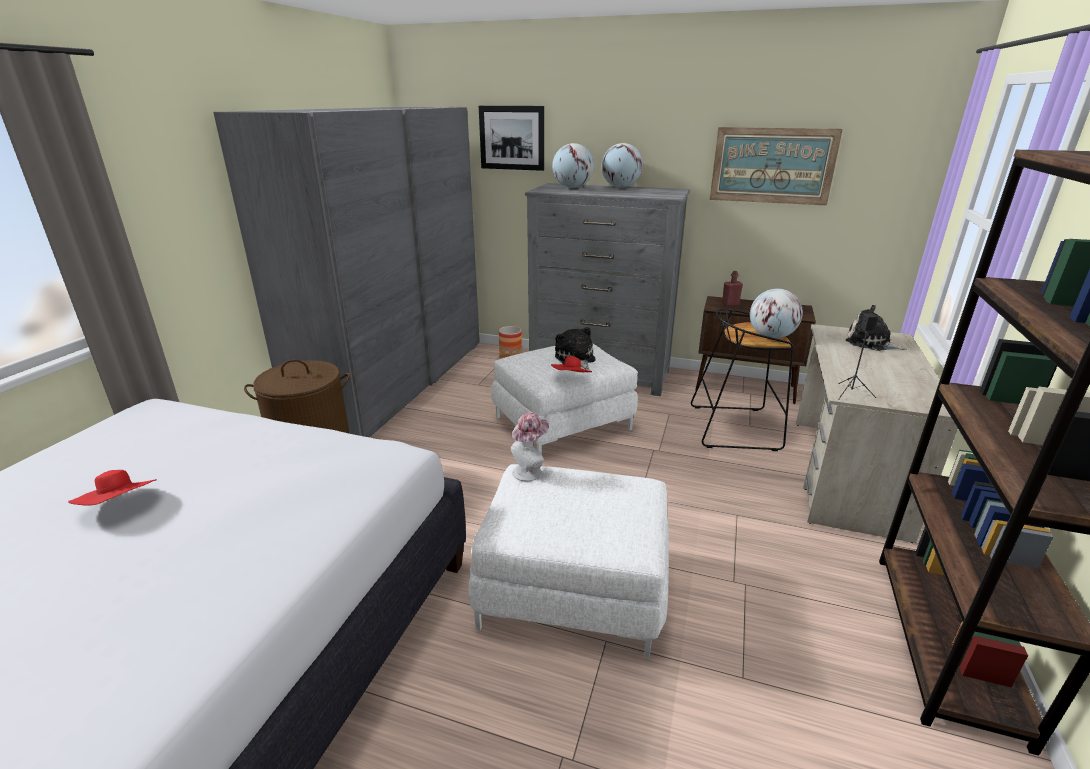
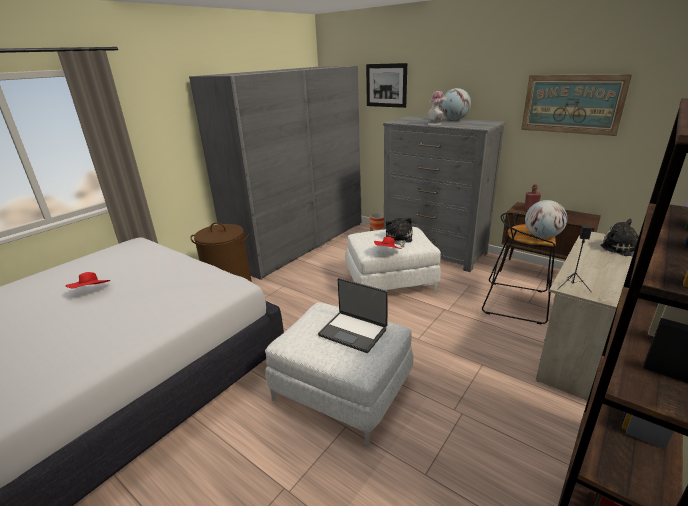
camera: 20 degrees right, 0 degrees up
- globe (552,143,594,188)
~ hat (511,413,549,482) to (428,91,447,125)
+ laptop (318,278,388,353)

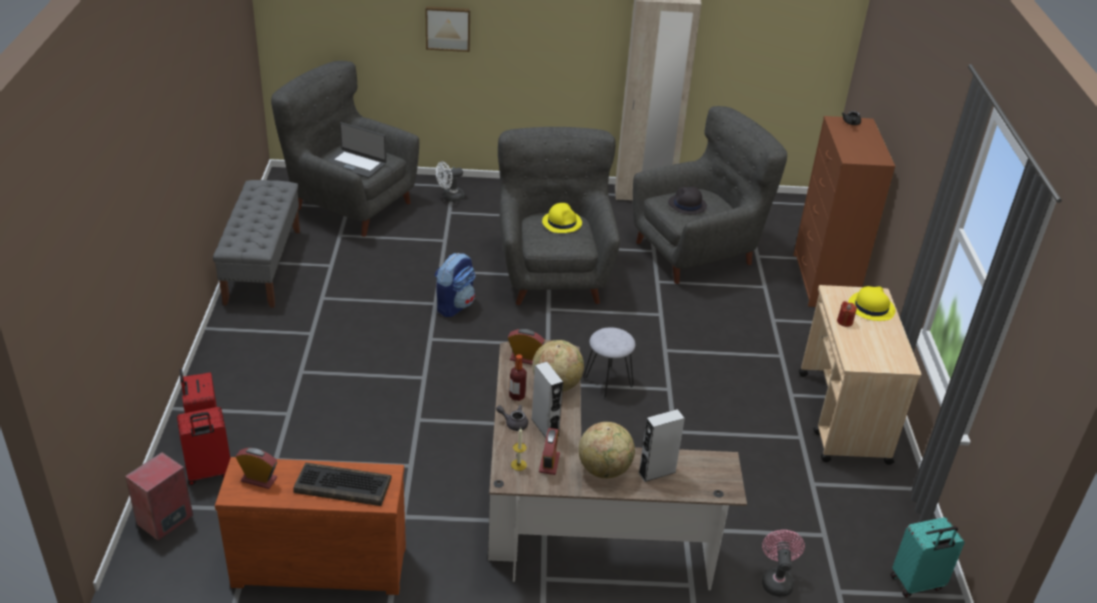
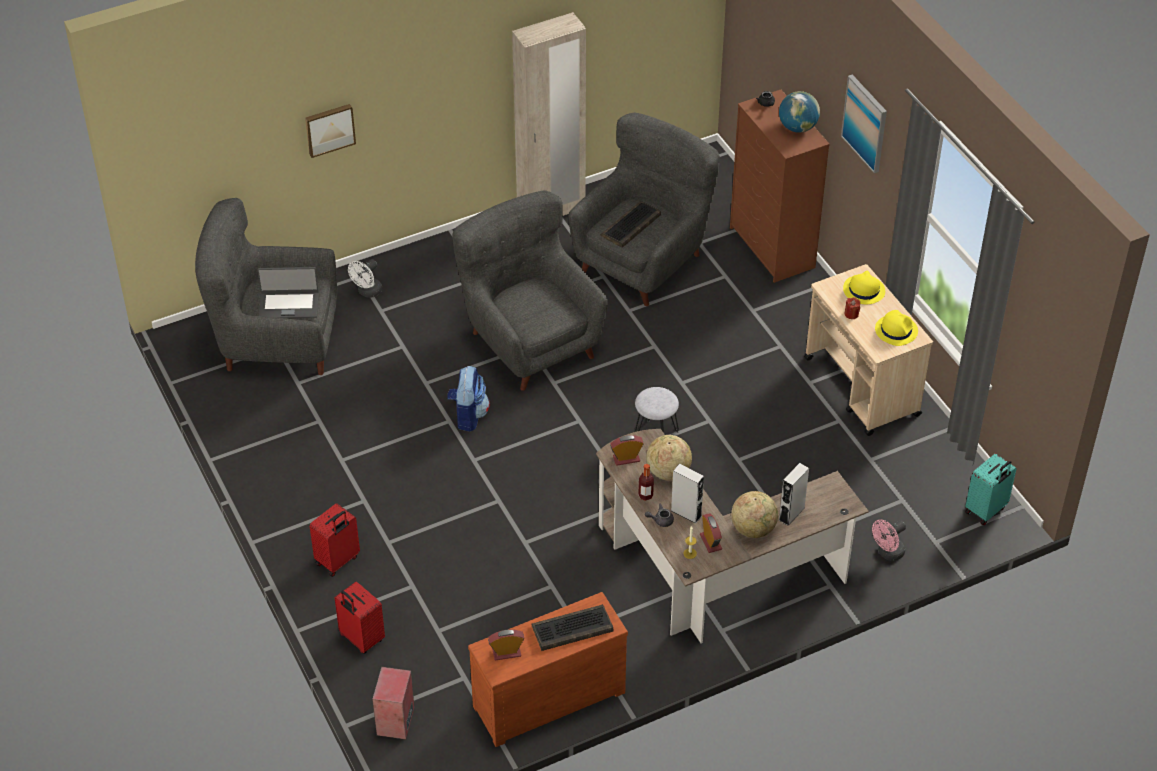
camera: 25 degrees left, 10 degrees up
- grey bench (213,180,300,308)
~ black hat (668,187,707,214) to keyboard (601,201,661,248)
~ yellow hat (542,203,582,233) to (875,310,918,346)
~ red suitcase (177,407,230,485) to (310,503,360,577)
~ pink fan (762,530,805,597) = (872,520,906,561) 105 degrees counterclockwise
+ picture (841,75,887,173)
+ globe (779,91,820,133)

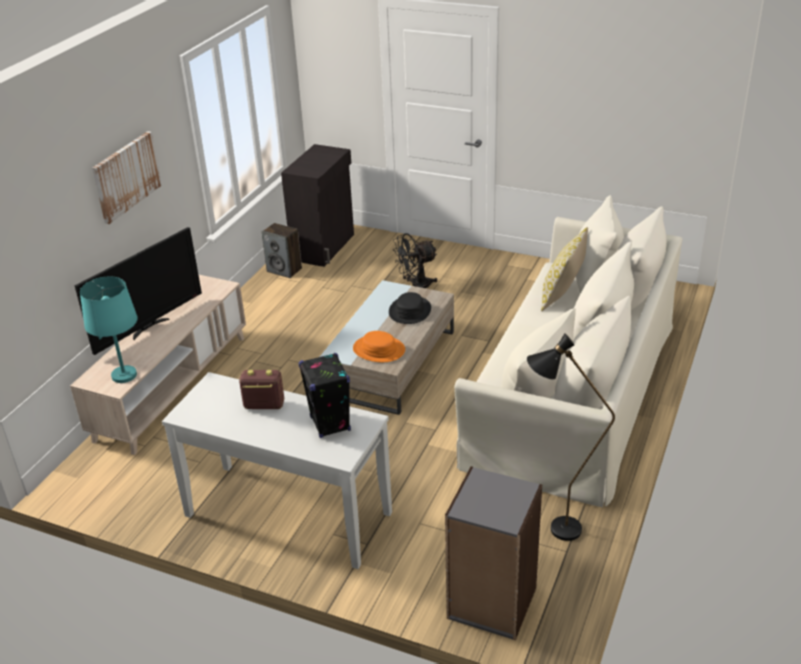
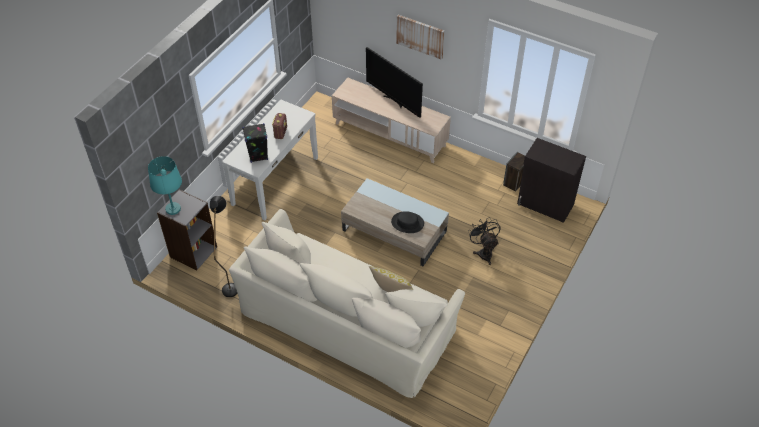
camera: 95 degrees right, 15 degrees up
~ turquoise table lamp (80,276,138,383) to (148,156,182,215)
- orange hat (353,331,405,362)

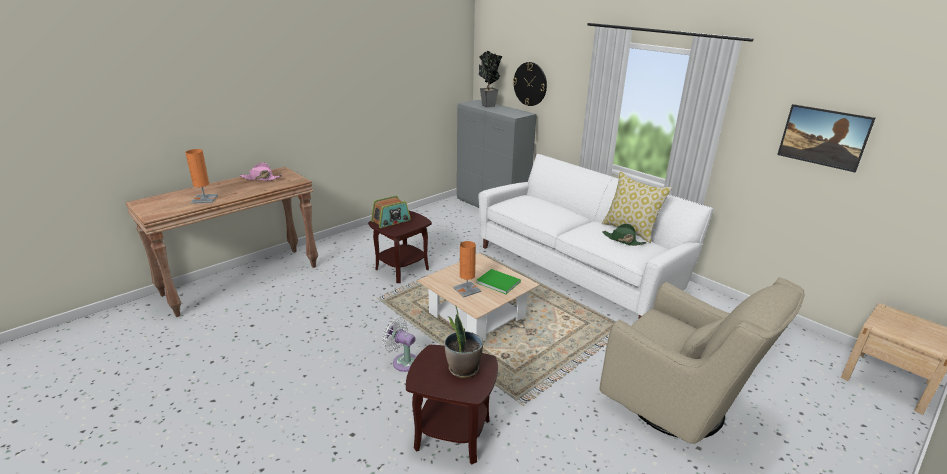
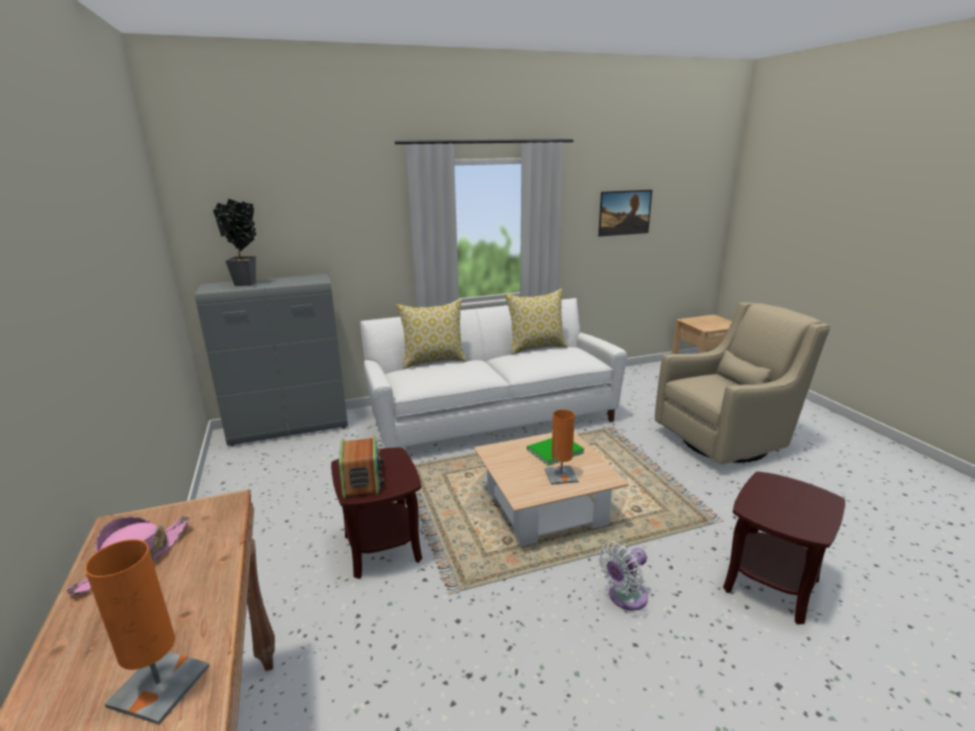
camera: 65 degrees left, 5 degrees down
- wall clock (513,62,547,106)
- green hat (602,224,647,246)
- potted plant (445,305,483,378)
+ pillow (397,299,467,369)

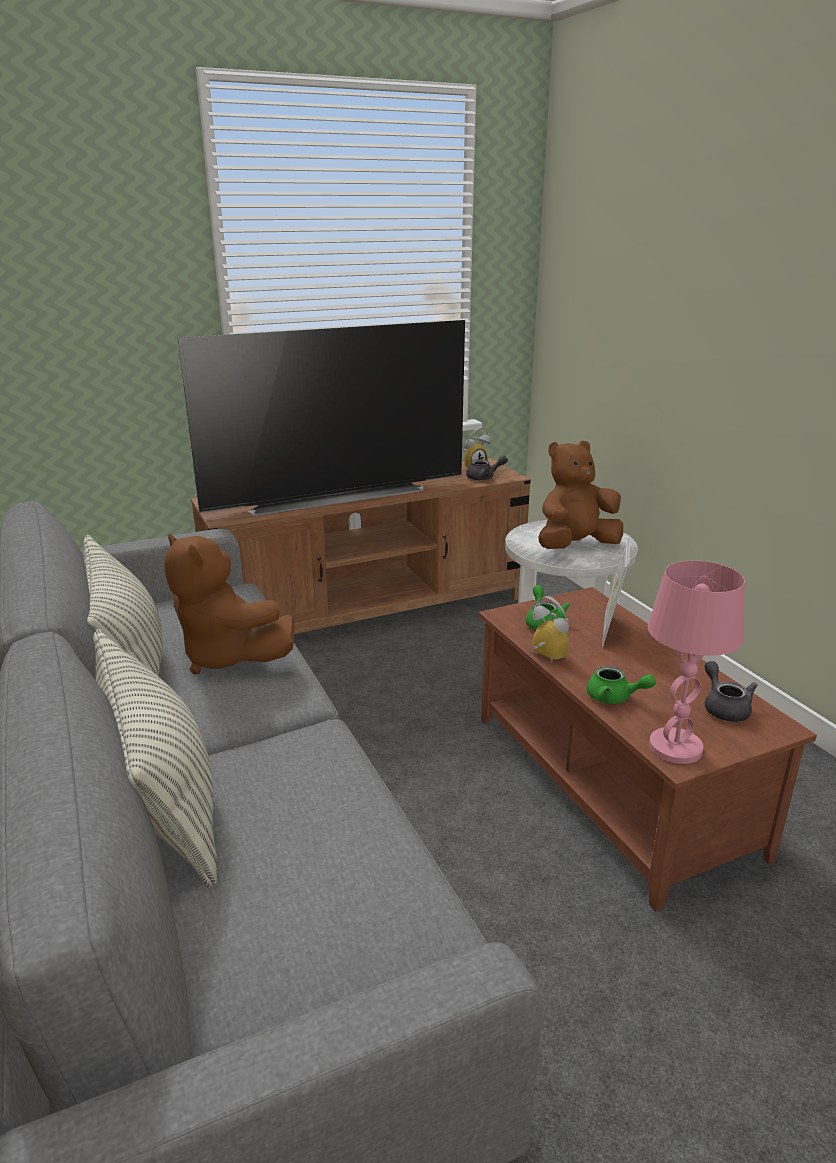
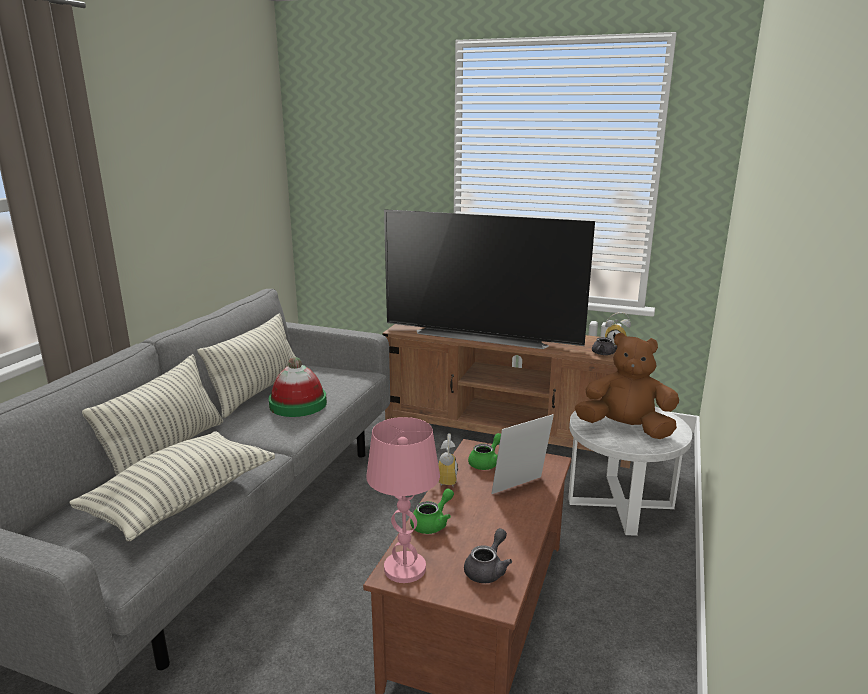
camera: 45 degrees right, 5 degrees down
~ brown plush toy (165,533,295,674) to hat (269,357,327,417)
~ green teapot (586,666,656,704) = (410,488,454,534) 120 degrees counterclockwise
+ pillow (69,431,275,541)

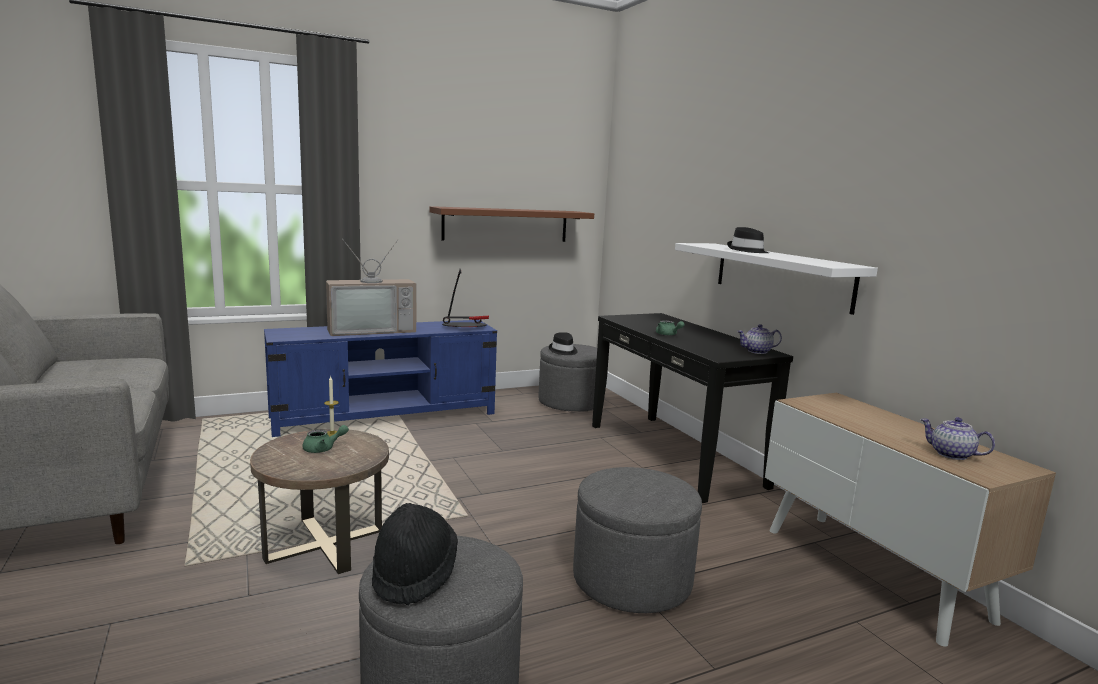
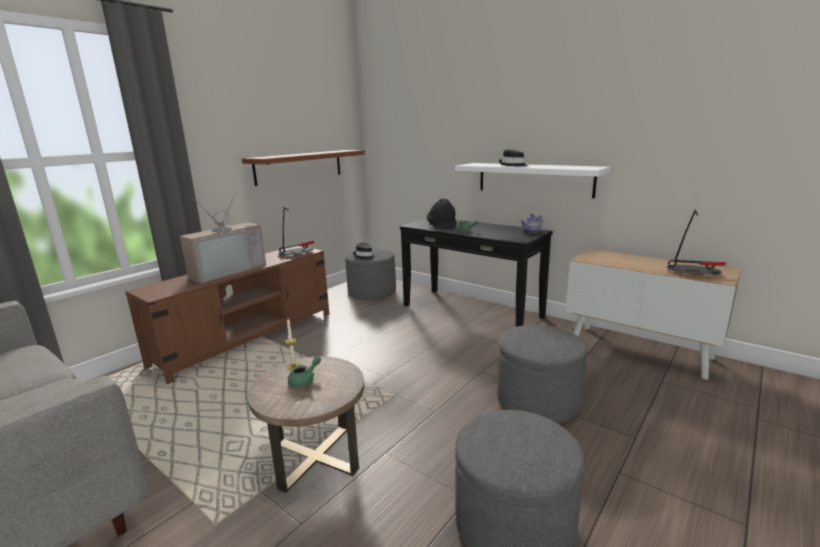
camera: 25 degrees left, 5 degrees up
~ blue tv stand (264,320,497,437) to brown tv stand (125,246,330,385)
~ teapot (920,417,995,460) to table lamp (667,209,726,275)
~ black hat (372,503,458,605) to (427,199,457,229)

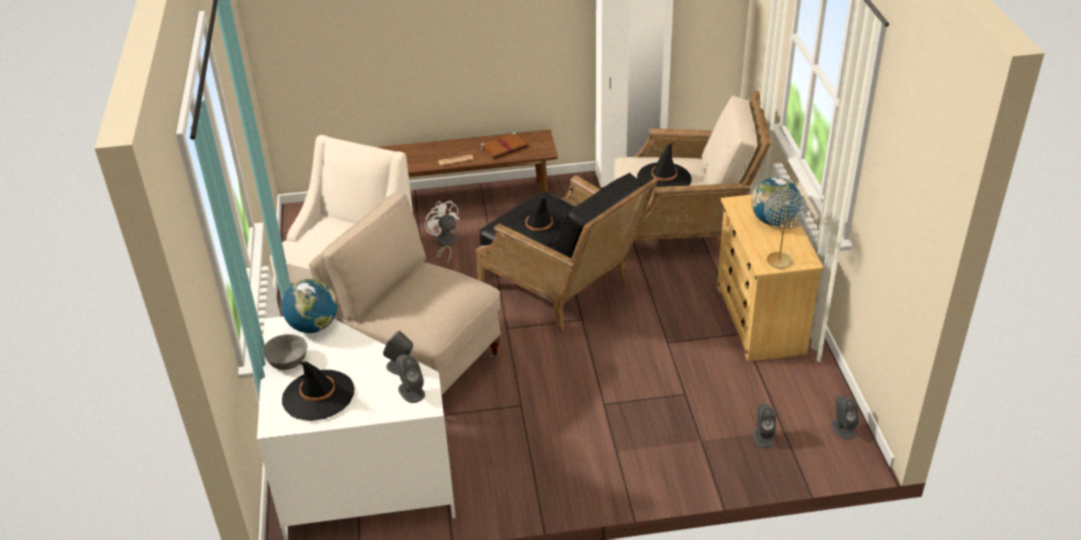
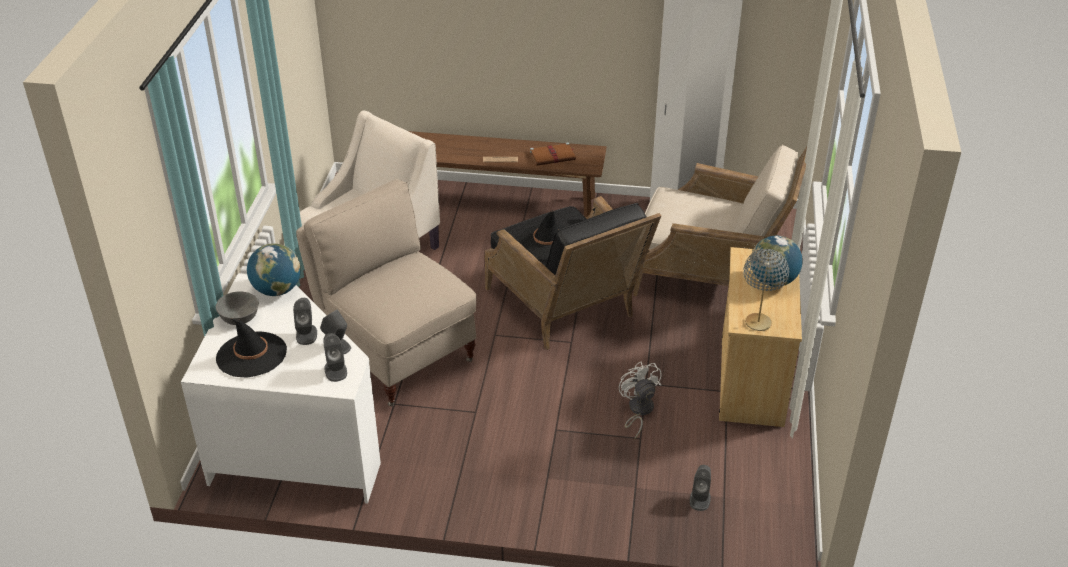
camera: 15 degrees right, 0 degrees up
- black hat (637,142,692,187)
~ white fan (425,200,459,265) to (619,362,662,439)
~ grey speaker (830,396,859,439) to (293,298,317,345)

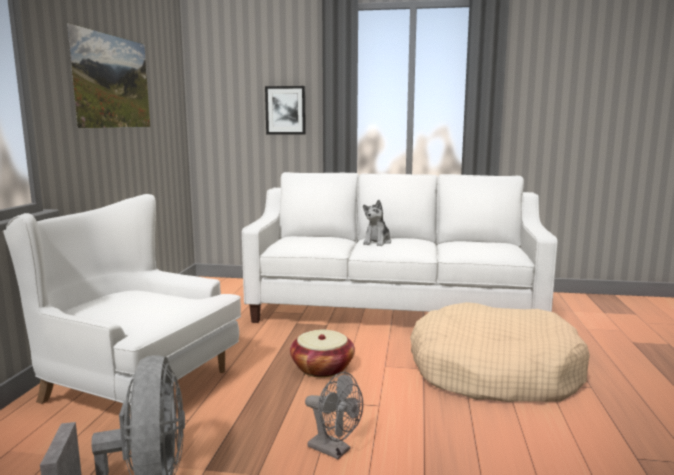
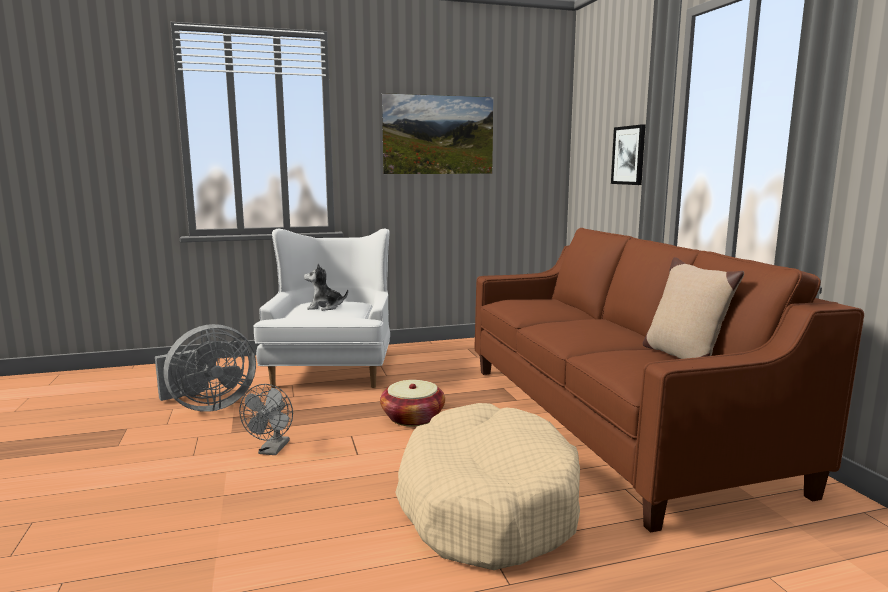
camera: 65 degrees right, 0 degrees up
~ white sofa (242,172,558,323) to brown sofa (474,228,864,533)
~ plush toy (363,200,391,246) to (304,263,348,311)
+ beige pillow (643,257,744,359)

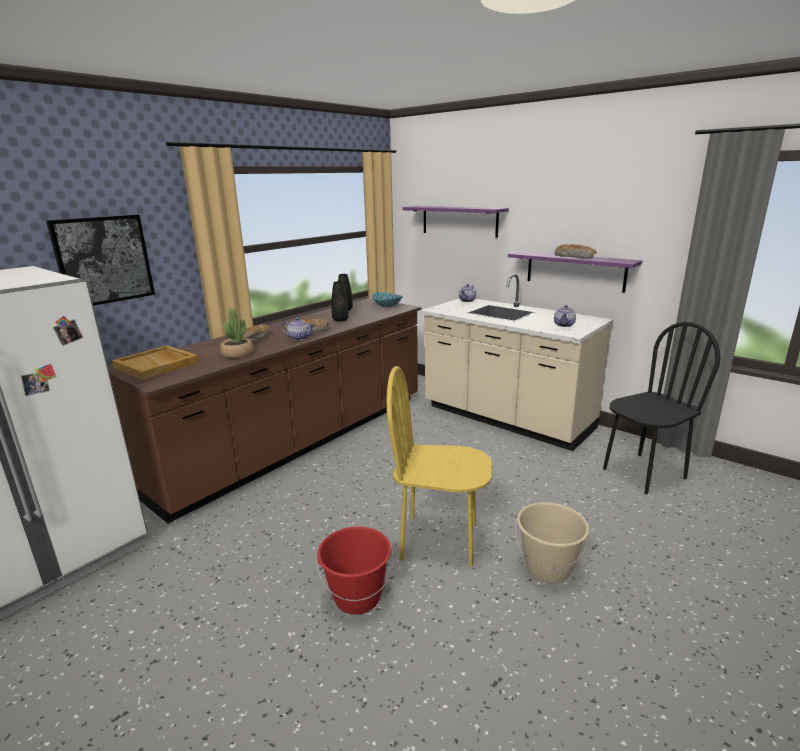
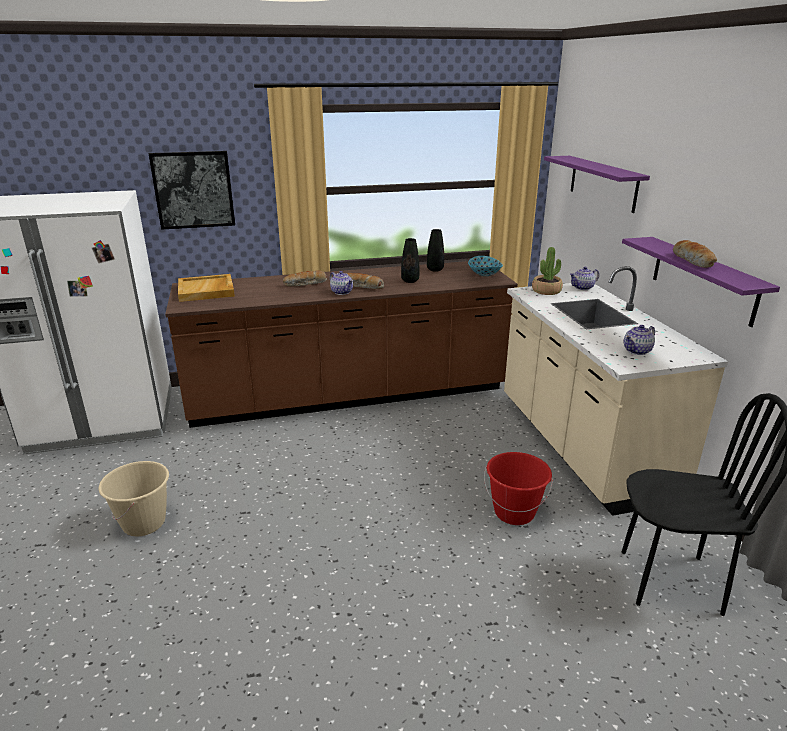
camera: 35 degrees right, 5 degrees up
~ potted plant (220,308,253,358) to (532,247,563,295)
- yellow chair (387,366,492,567)
~ beige bucket (515,502,589,584) to (99,461,169,536)
~ red bucket (316,526,394,615) to (484,452,553,525)

